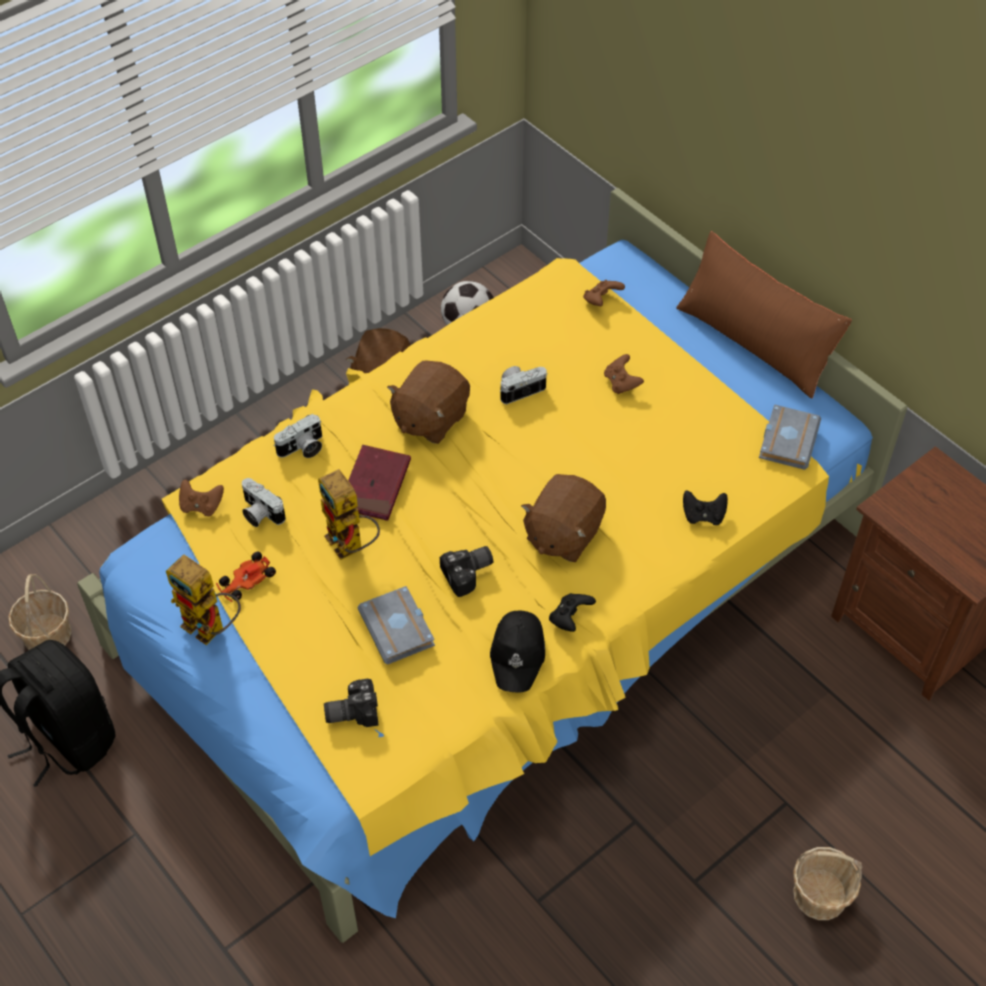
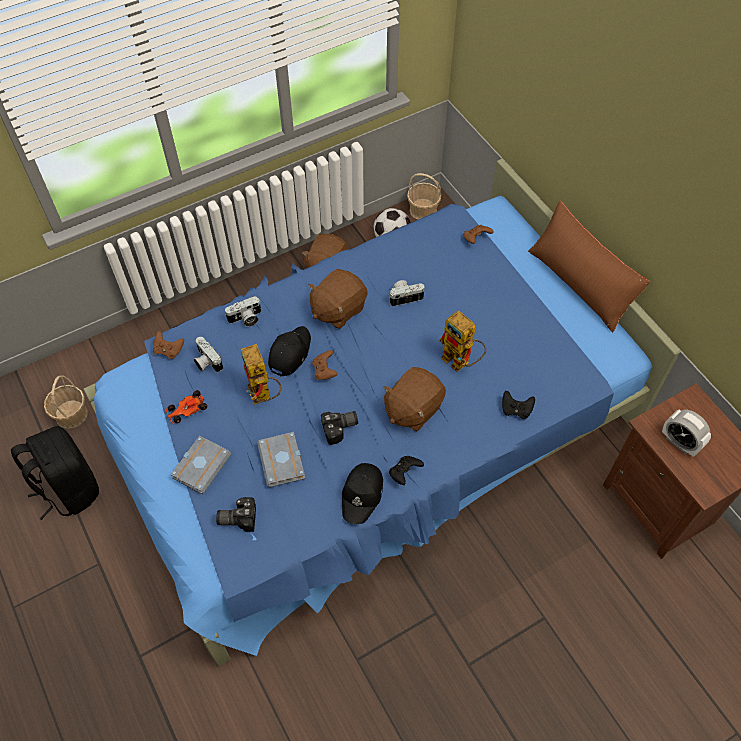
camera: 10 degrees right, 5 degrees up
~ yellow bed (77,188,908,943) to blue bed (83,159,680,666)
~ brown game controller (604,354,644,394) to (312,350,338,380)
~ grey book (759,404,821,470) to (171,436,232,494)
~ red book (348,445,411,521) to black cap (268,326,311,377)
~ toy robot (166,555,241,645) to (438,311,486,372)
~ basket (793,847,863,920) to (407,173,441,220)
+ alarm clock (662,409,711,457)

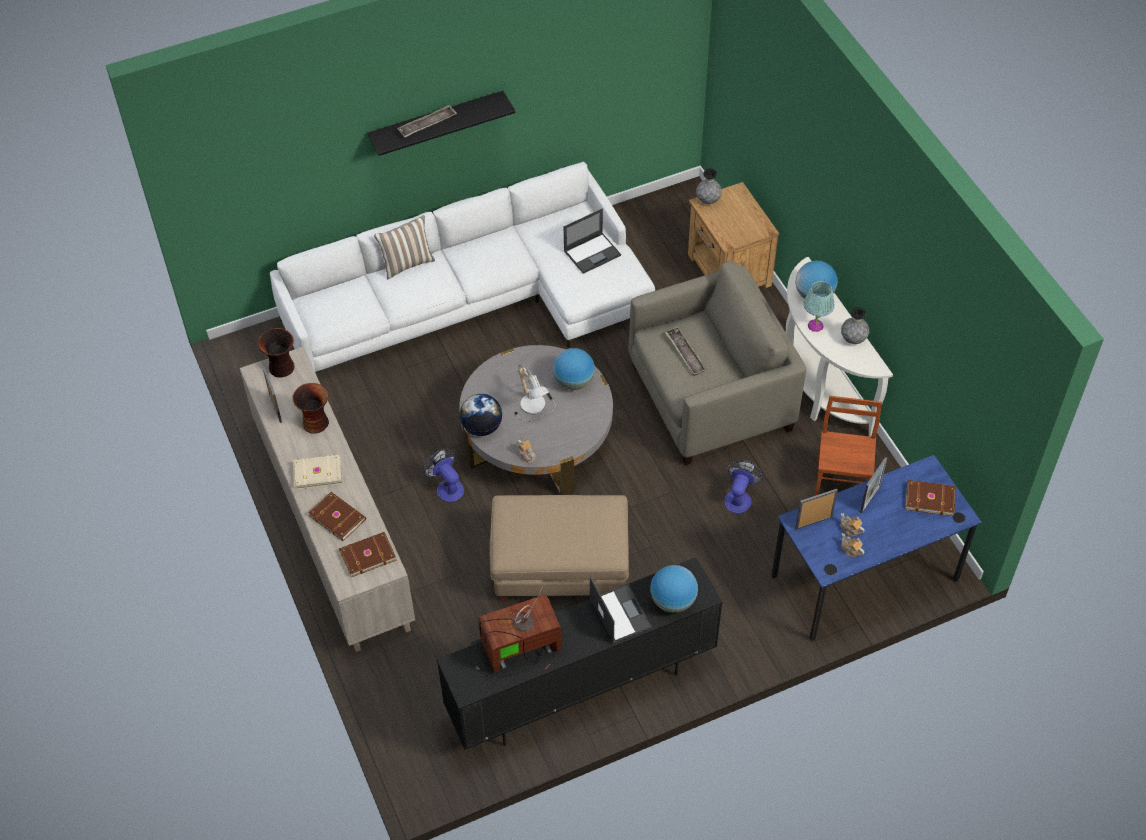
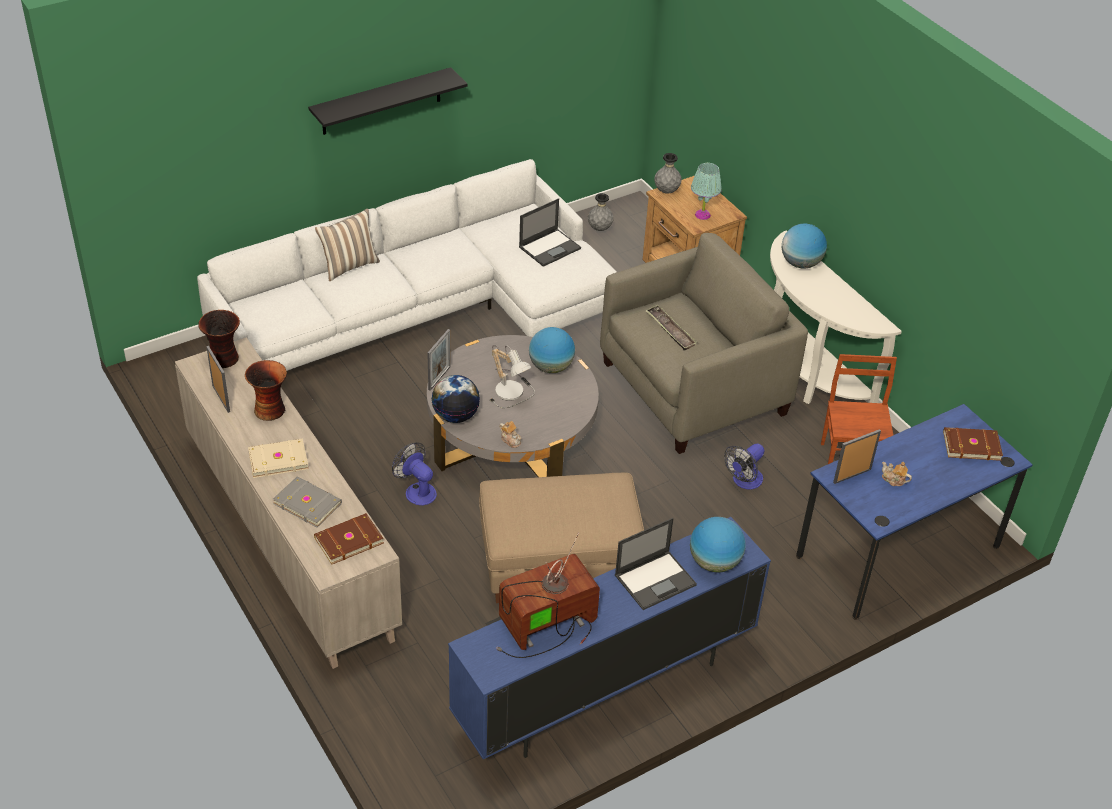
camera: 10 degrees left, 10 degrees down
- tray (397,105,457,137)
~ turquoise table lamp (804,281,834,332) to (691,163,722,220)
~ grey vase (841,307,869,344) to (588,193,614,231)
~ picture frame (860,457,887,513) to (427,329,451,391)
~ fan (725,459,763,514) = (724,444,764,489) 150 degrees counterclockwise
~ brown book (308,492,366,541) to grey book (273,476,342,527)
- teapot (841,533,864,557)
~ black tv stand (437,557,723,750) to blue tv stand (448,517,771,759)
~ laptop (589,577,652,644) = (615,518,697,610) 90 degrees clockwise

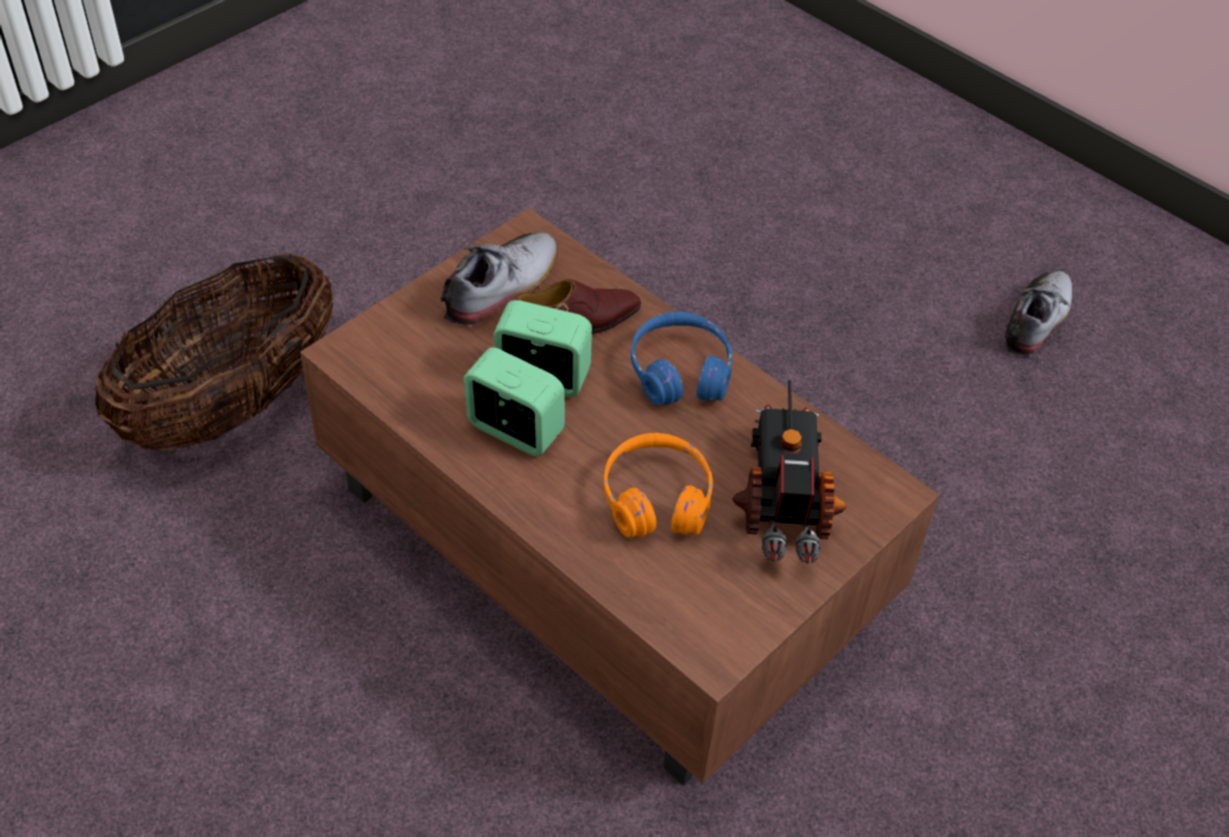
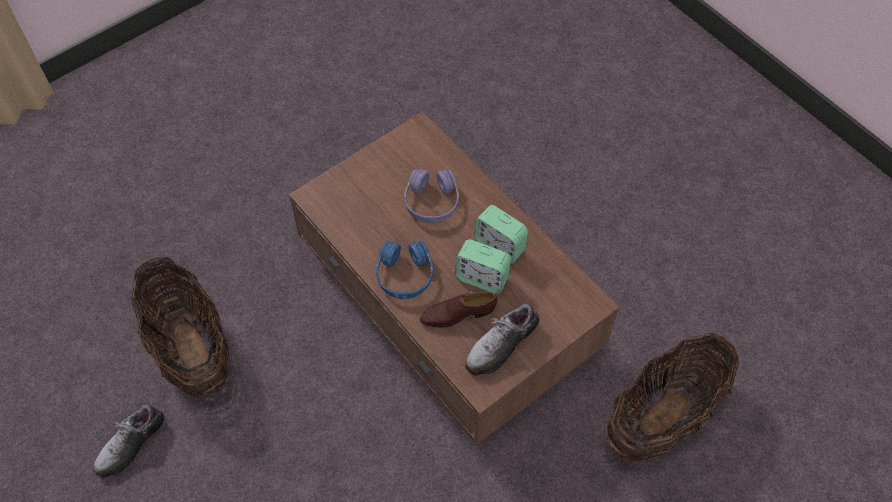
camera: 170 degrees left, 10 degrees up
- toy truck (732,380,846,563)
~ orange headphones (603,433,713,538) to purple headphones (404,169,459,223)
+ basket (130,257,229,398)

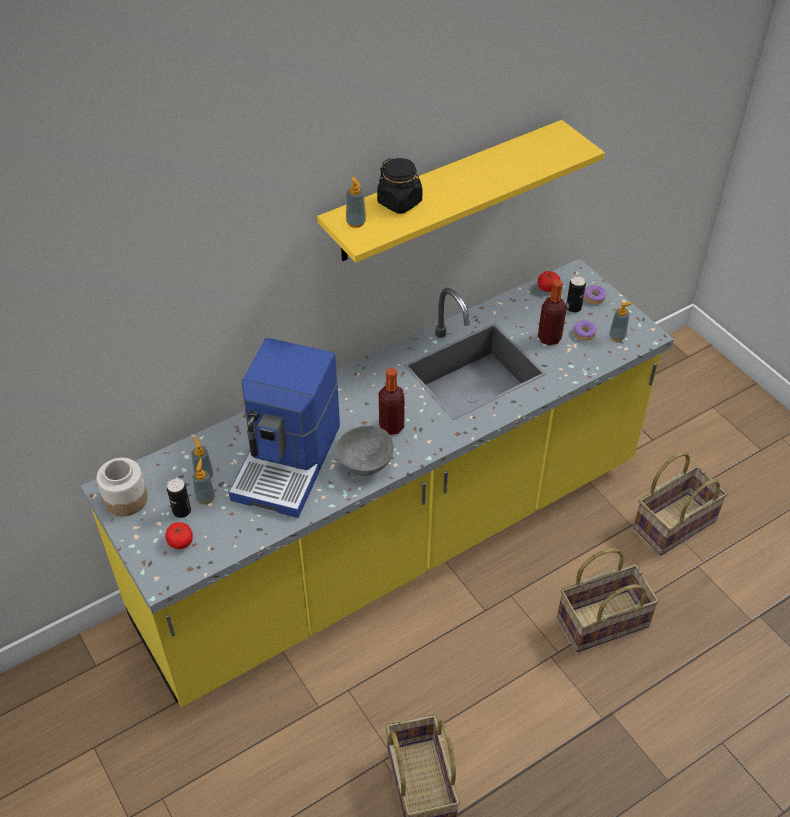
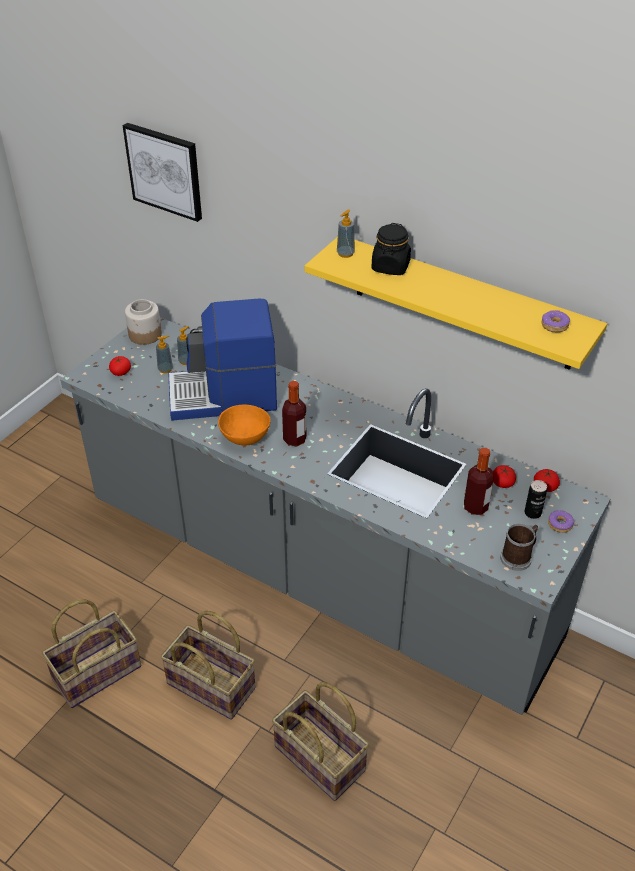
camera: 65 degrees right, 5 degrees down
~ yellow counter (81,259,674,707) to grey counter (60,317,611,715)
~ soap dispenser (609,302,633,341) to mug (500,523,538,571)
~ donut (573,321,597,341) to (541,310,570,333)
~ grey bowl (335,425,394,476) to orange bowl (218,405,271,446)
~ basket (633,452,728,555) to (161,611,256,719)
- can (167,478,191,518)
+ picture (123,123,202,222)
+ tomato (493,465,516,488)

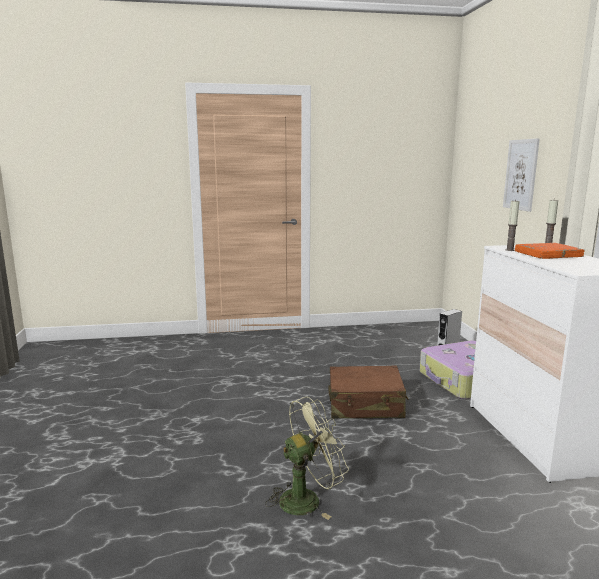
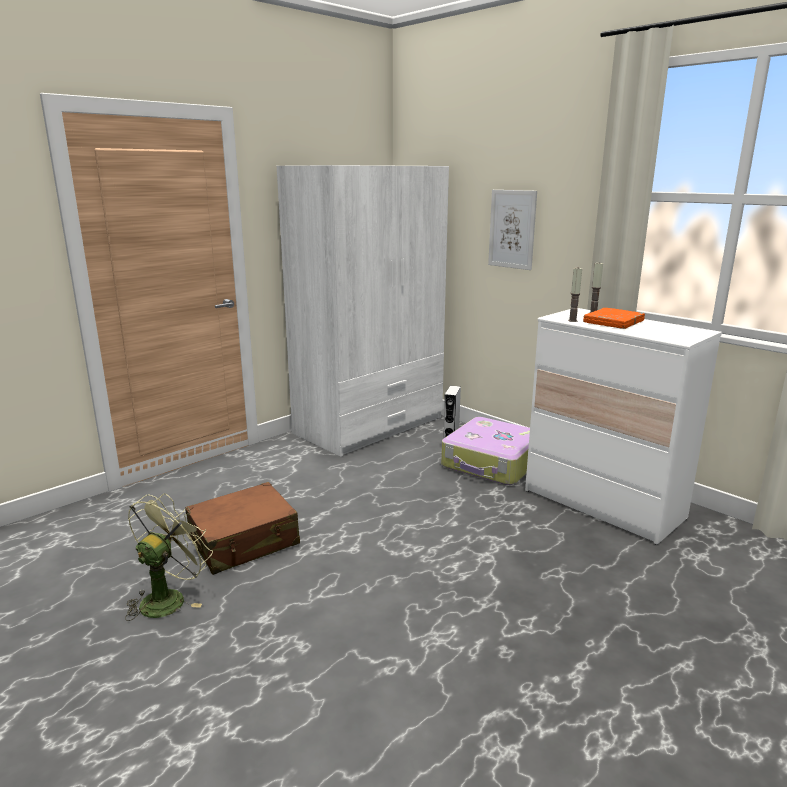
camera: 35 degrees left, 5 degrees up
~ brown suitcase (328,365,409,419) to (185,482,300,575)
~ green fan (265,396,349,520) to (125,493,213,621)
+ white wardrobe (277,165,449,457)

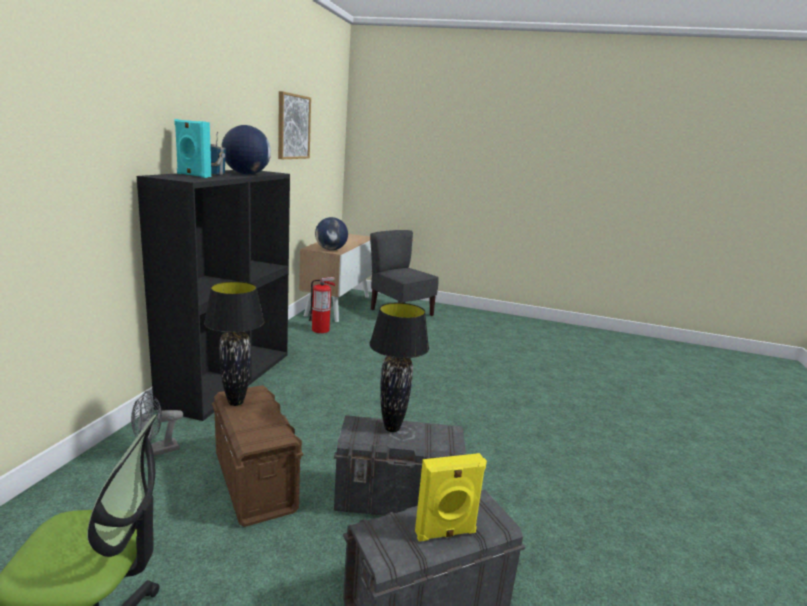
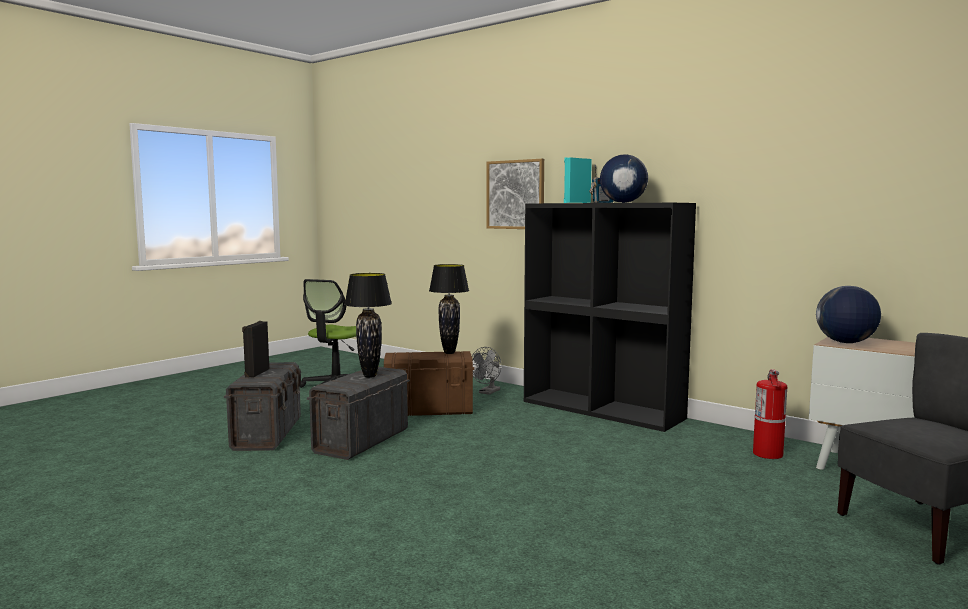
camera: 115 degrees right, 10 degrees down
~ picture (278,91,311,159) to (487,159,544,229)
~ grey fan (131,391,183,456) = (472,347,501,395) 135 degrees counterclockwise
~ yellow speaker (415,453,487,542) to black speaker (242,321,269,378)

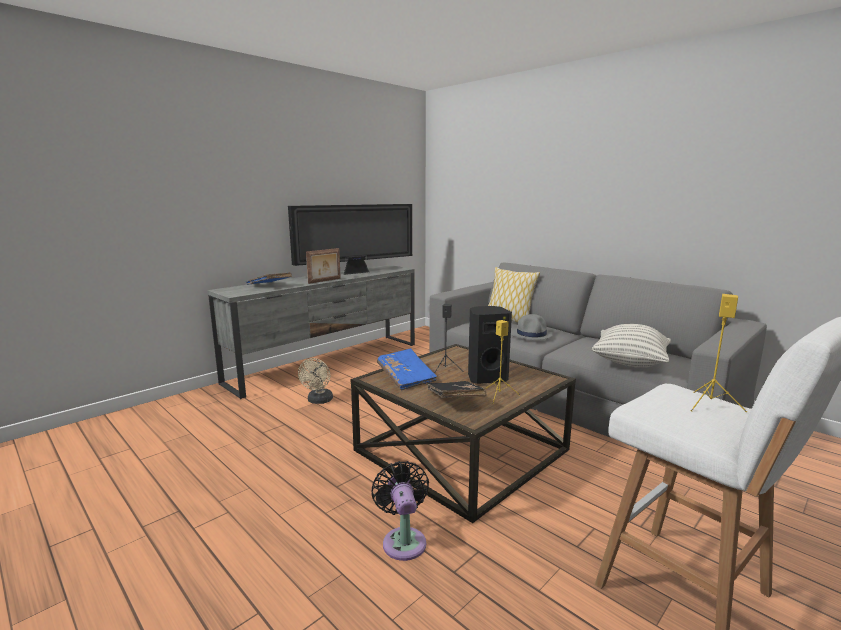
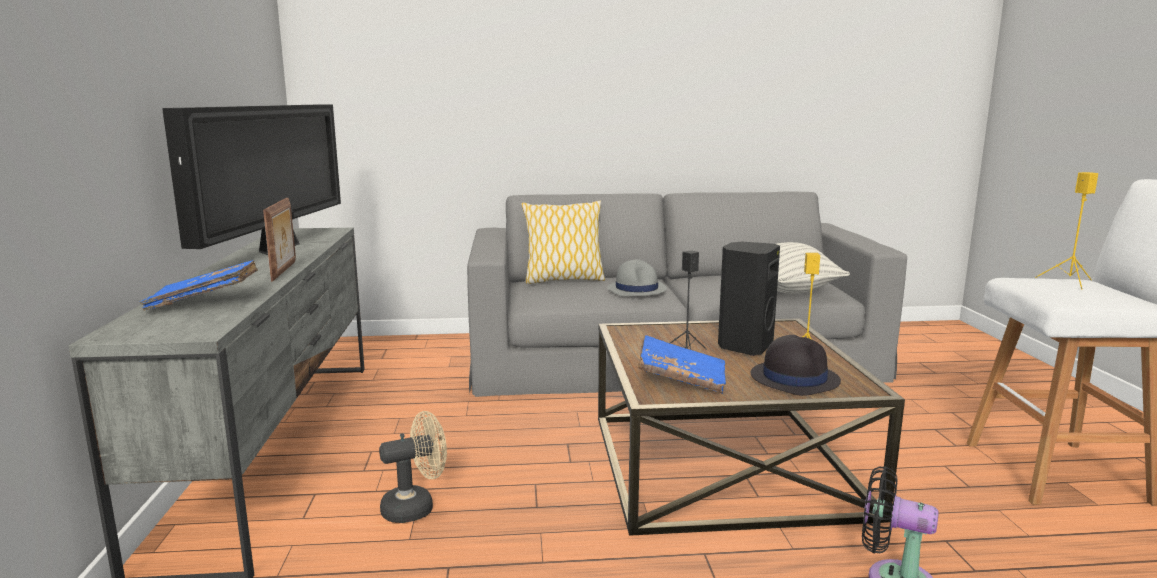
camera: 50 degrees left, 0 degrees up
~ beige fan (298,358,333,404) = (379,411,447,523) 75 degrees counterclockwise
~ black book (427,381,487,398) to black hat (751,335,841,396)

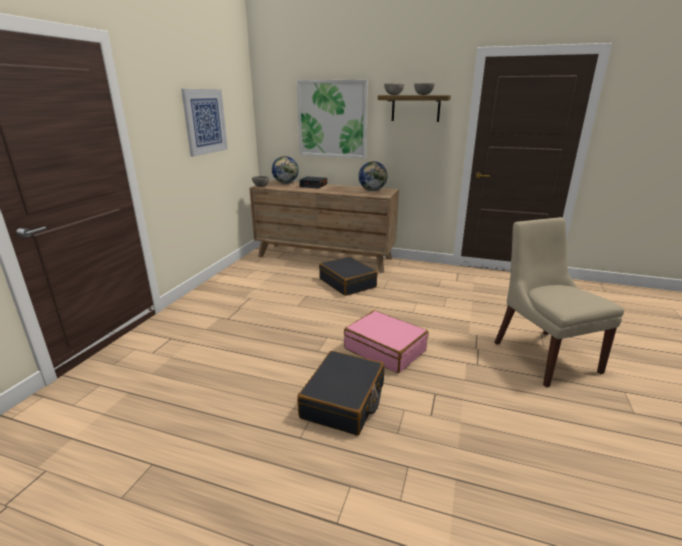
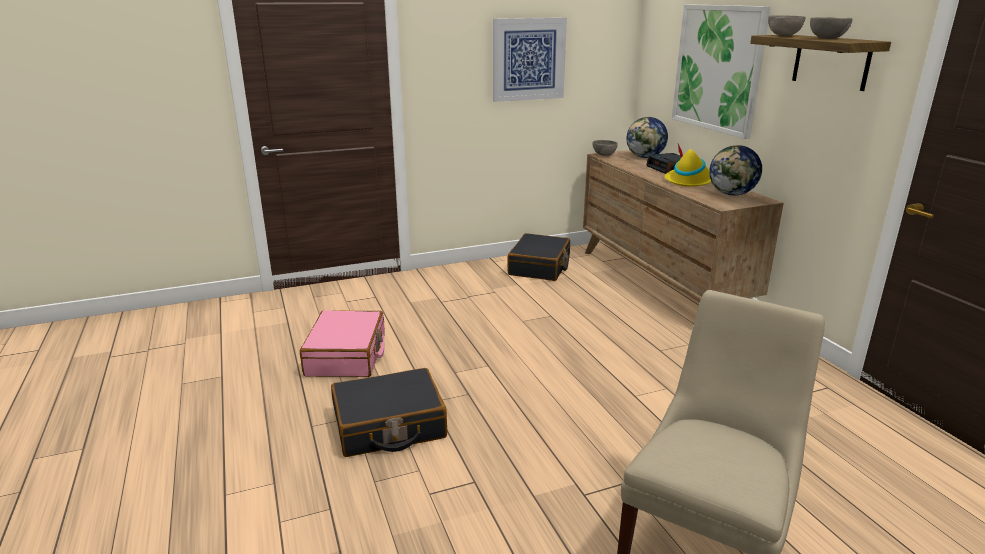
camera: 50 degrees right, 0 degrees up
~ black suitcase (319,256,378,296) to (507,233,570,281)
~ pink suitcase (344,310,428,373) to (300,310,385,377)
+ yellow hat (664,144,711,187)

